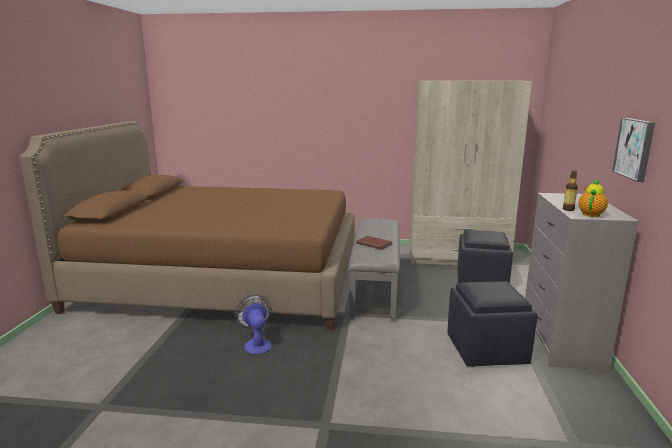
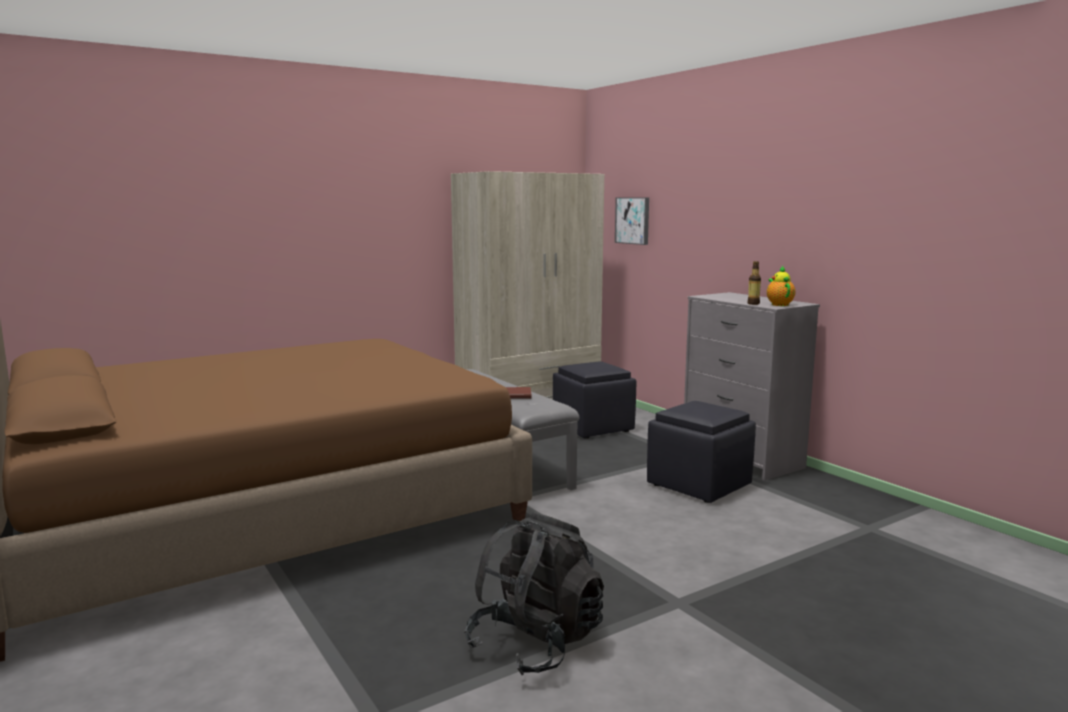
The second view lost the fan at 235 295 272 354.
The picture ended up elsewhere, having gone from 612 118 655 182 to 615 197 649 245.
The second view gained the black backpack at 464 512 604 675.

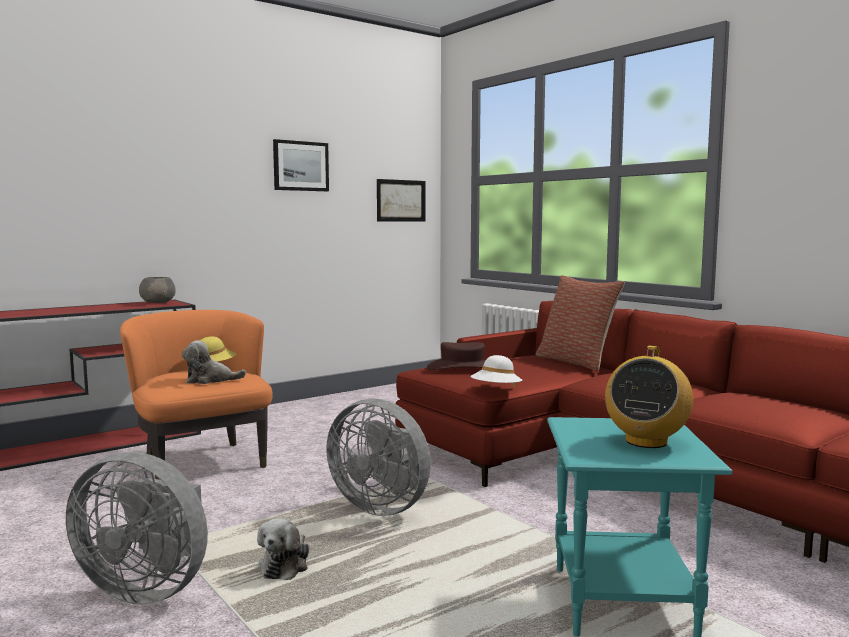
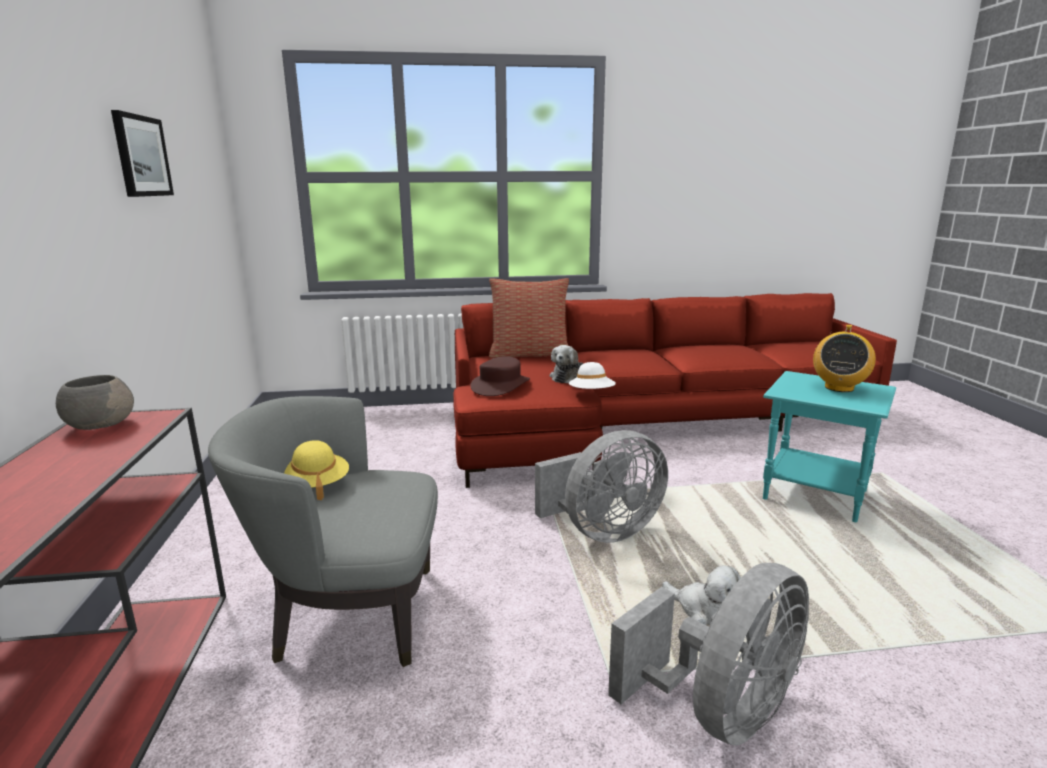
What was the orange armchair at 120 310 273 480 turned into the grey armchair at 208 396 438 667.
The plush toy ended up elsewhere, having gone from 182 340 246 384 to 550 345 583 383.
The second view lost the picture at 377 179 426 221.
The radio at 605 346 693 448 ended up facing another way, 60 degrees clockwise from before.

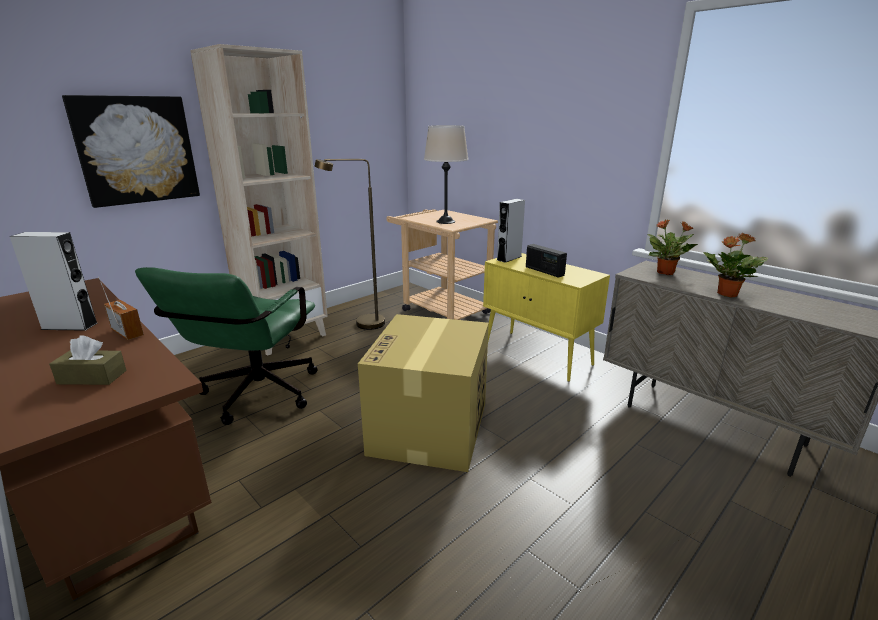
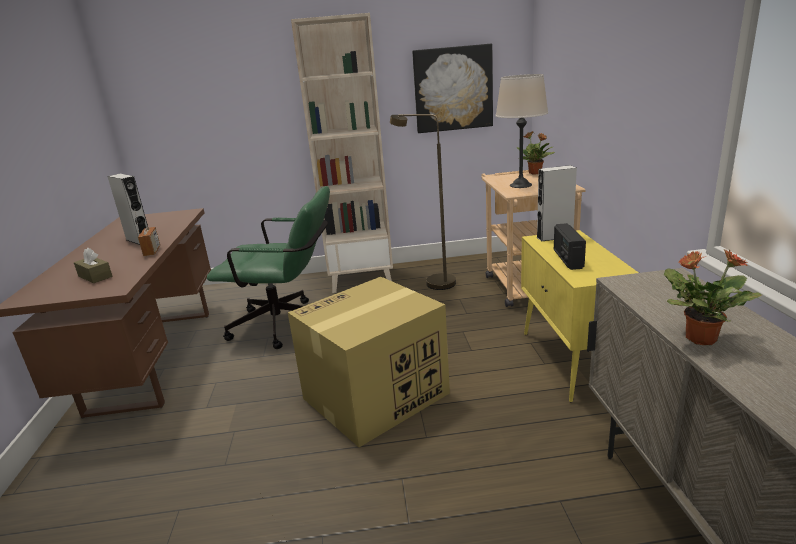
The picture ended up elsewhere, having gone from 62 95 200 208 to 412 44 493 133.
The green office chair at 135 267 318 425 ended up facing another way, 135 degrees counterclockwise from before.
The potted plant ended up elsewhere, having gone from 647 220 698 275 to 516 131 555 175.

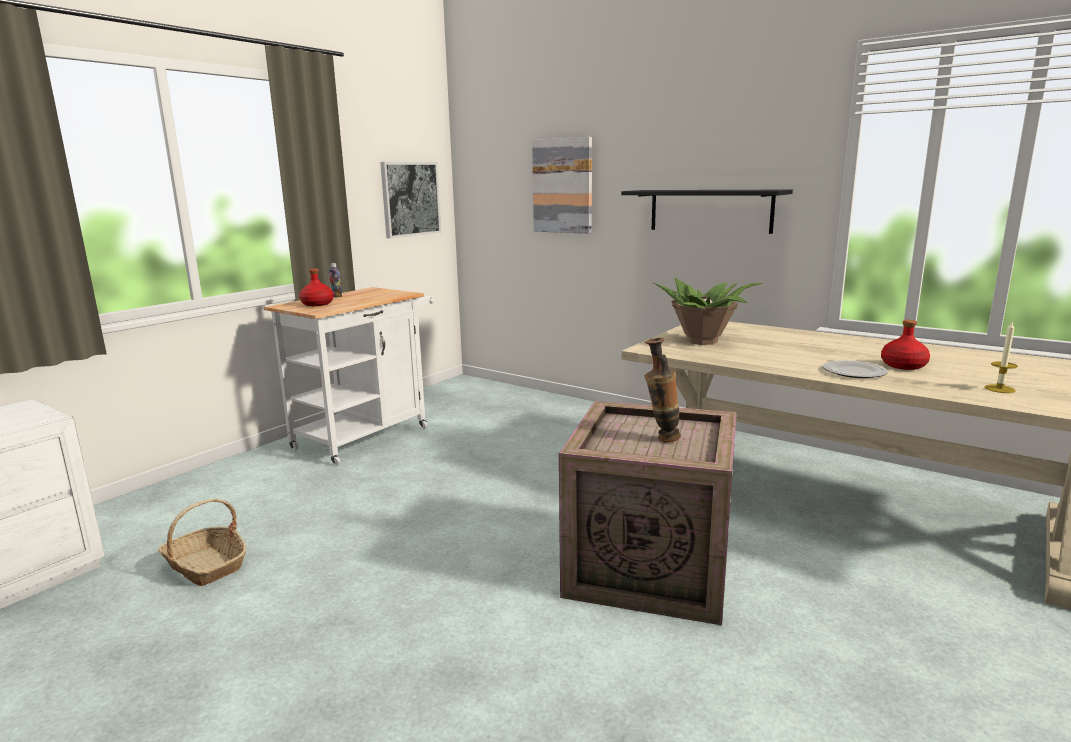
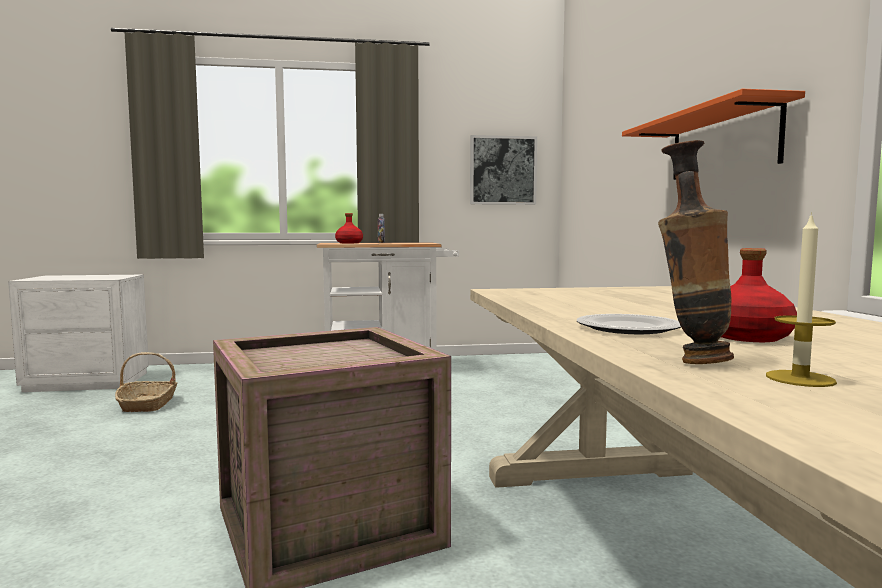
The second view lost the picture at 532 137 592 234.
What was the black shelf at 621 189 793 234 turned into the orange shelf at 622 89 805 180.
The vase ended up elsewhere, having gone from 644 338 681 442 to 658 140 734 364.
The second view lost the potted plant at 652 278 763 345.

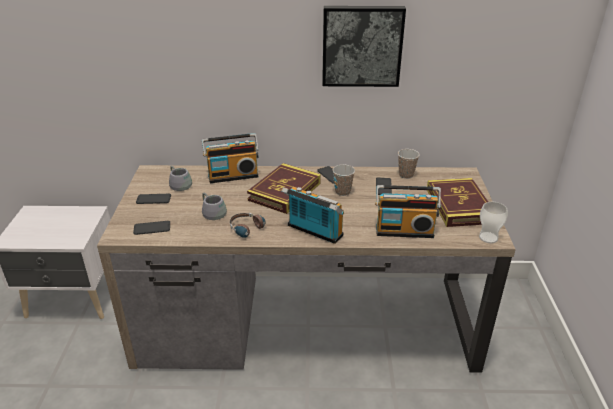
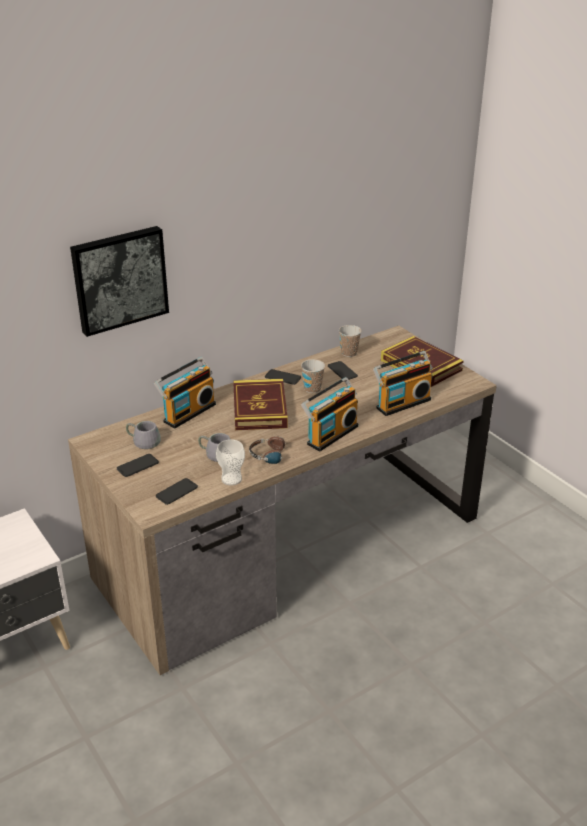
The radio at 281 187 344 244 ended up facing another way, 135 degrees clockwise from before.
The picture ended up elsewhere, having gone from 322 6 406 87 to 70 226 169 337.
The cup ended up elsewhere, having gone from 479 202 508 243 to 216 439 245 486.

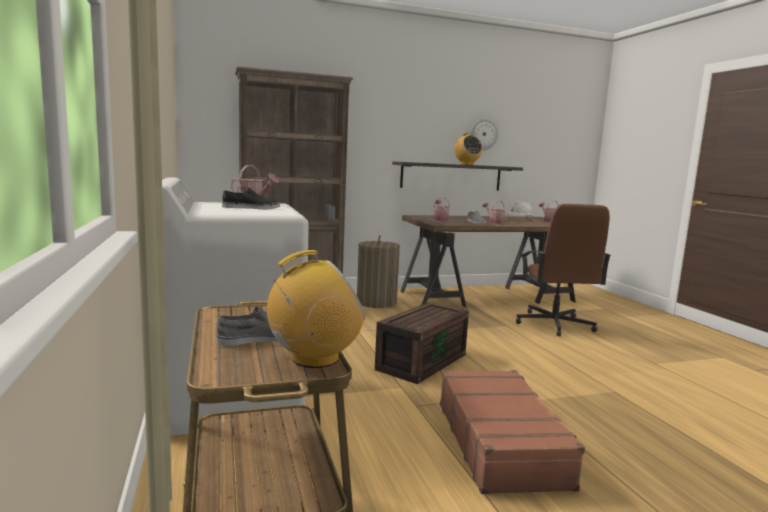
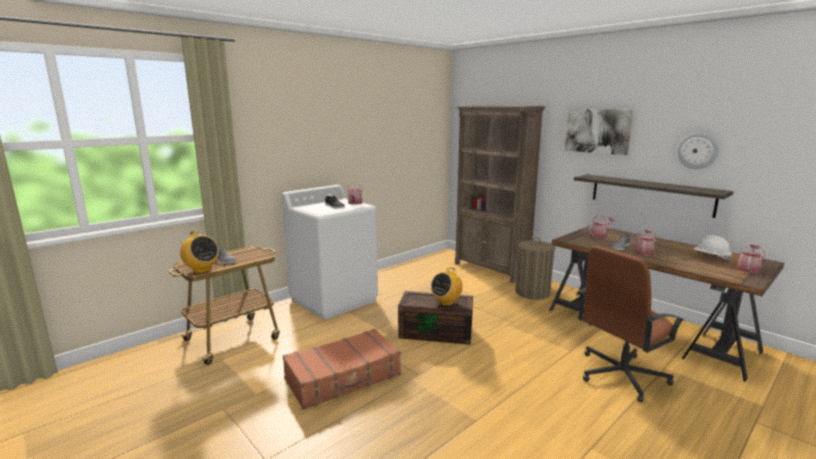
The radio ended up elsewhere, having gone from 454 132 482 165 to 431 267 463 306.
The second view gained the picture at 565 109 633 155.

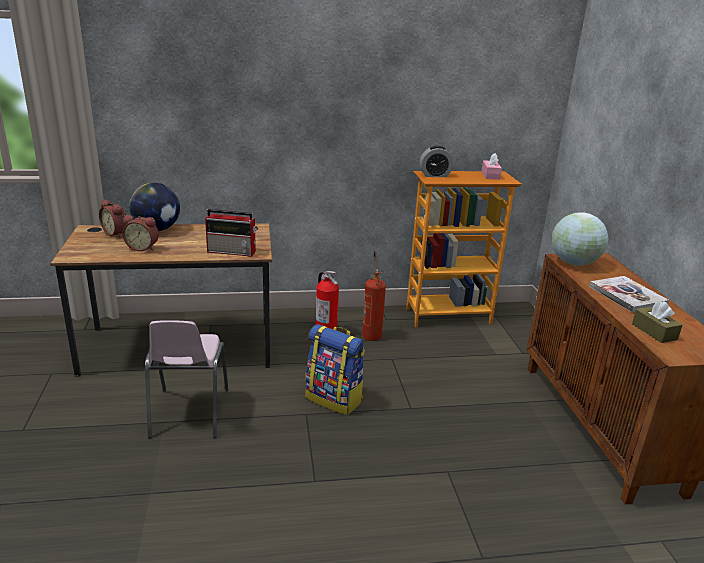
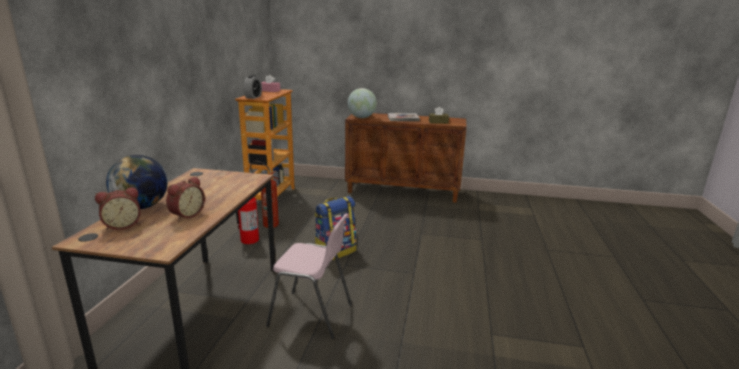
The second view lost the radio at 205 209 257 257.

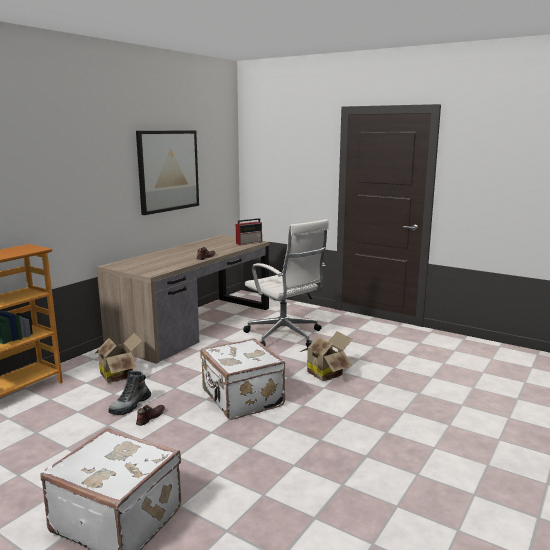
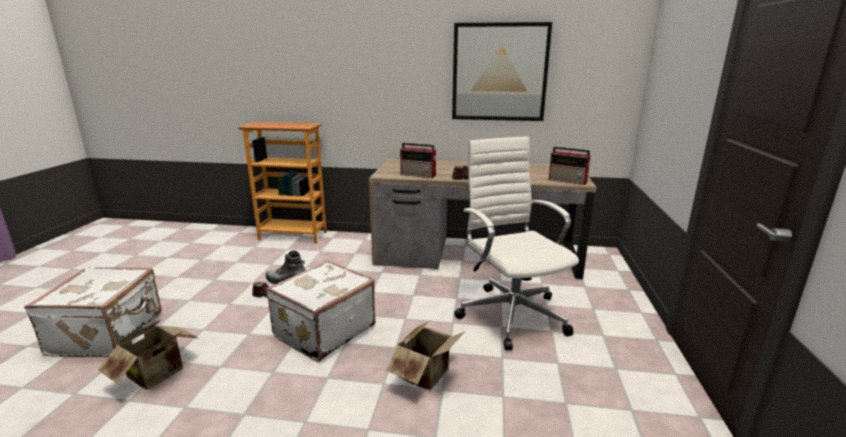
The cardboard box ended up elsewhere, having gone from 96 333 142 383 to 98 320 200 390.
The white office chair at 243 219 329 347 ended up facing another way, 135 degrees clockwise from before.
The second view gained the radio at 400 143 437 178.

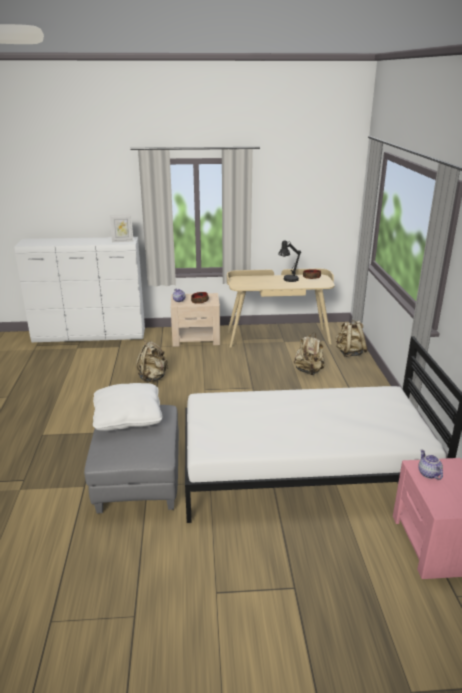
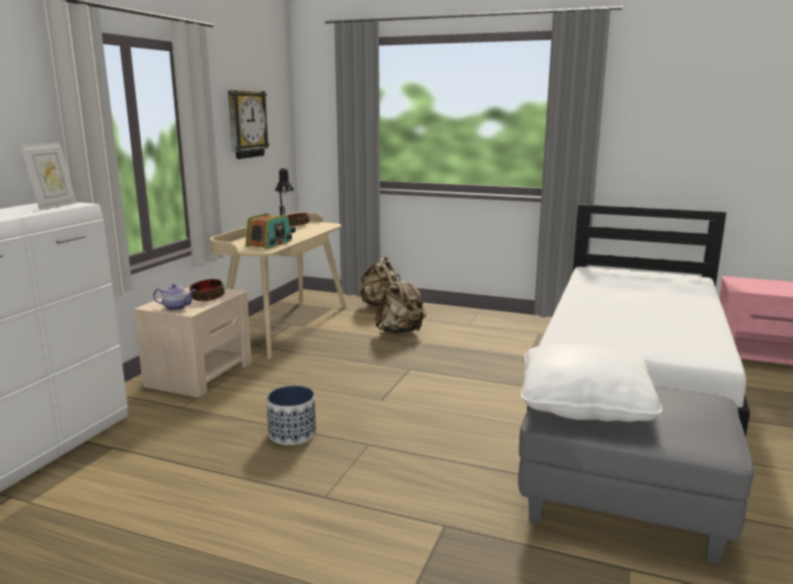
Where the beige backpack stood at 136 340 168 382, the planter came to stand at 266 386 316 445.
The second view lost the teapot at 418 449 443 480.
The second view gained the wall clock at 228 90 270 159.
The second view gained the radio at 245 213 292 249.

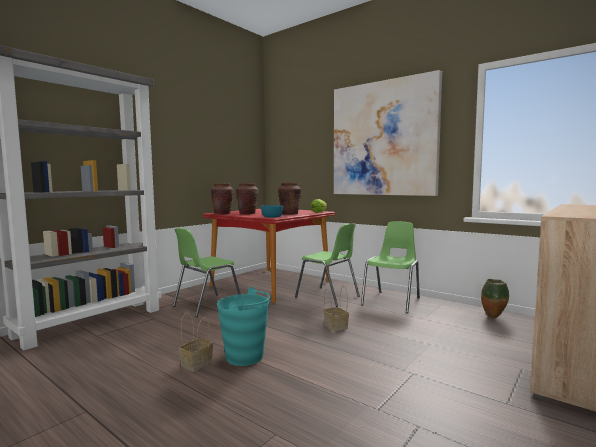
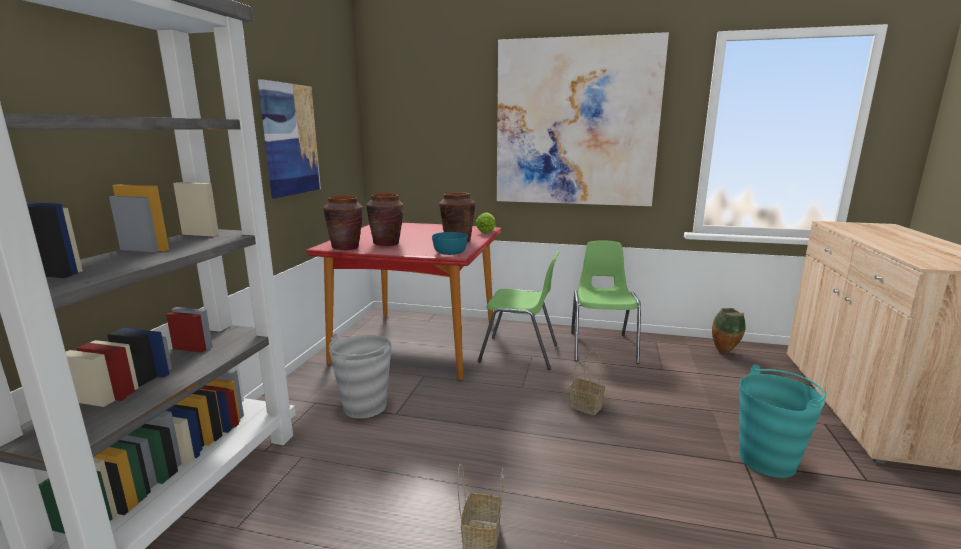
Where the green chair stood at 173 228 241 317, the grey bucket came to stand at 329 334 391 418.
The turquoise bucket ended up elsewhere, having gone from 217 287 270 366 to 739 364 826 478.
The second view gained the picture at 258 79 321 198.

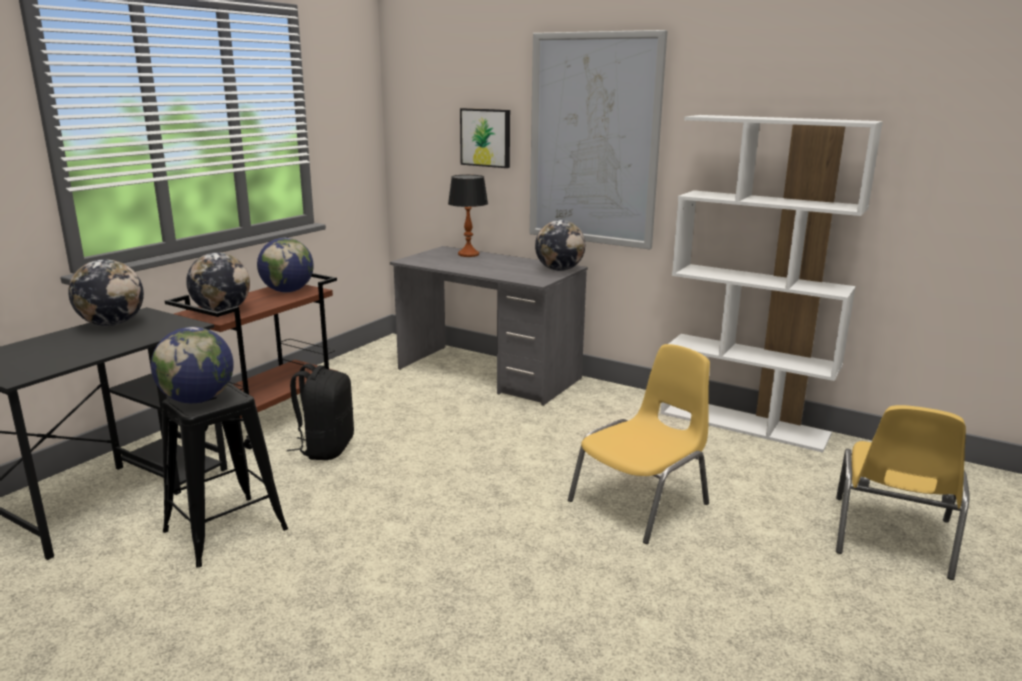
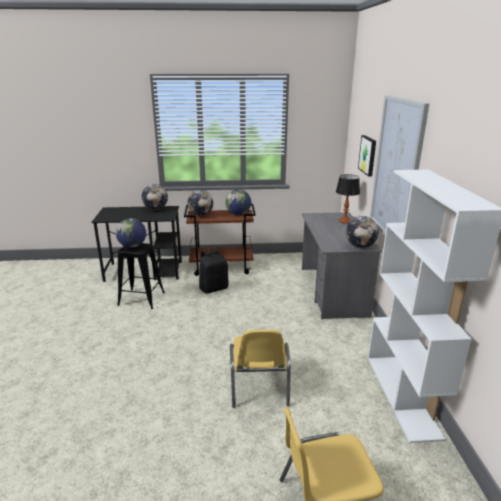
The yellow chair at 568 344 710 544 ended up facing another way, 75 degrees clockwise from before.

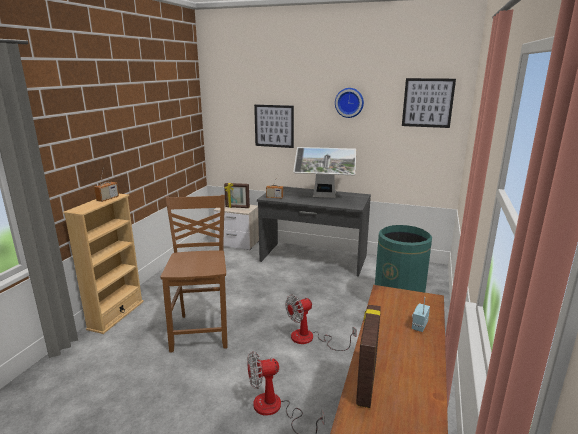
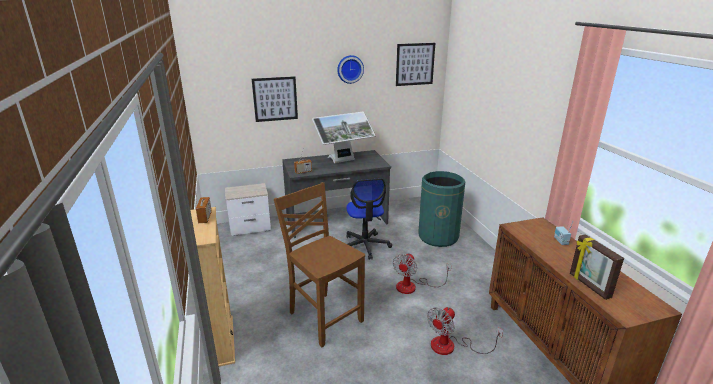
The second view lost the picture frame at 224 183 250 208.
The second view gained the office chair at 346 178 392 260.

